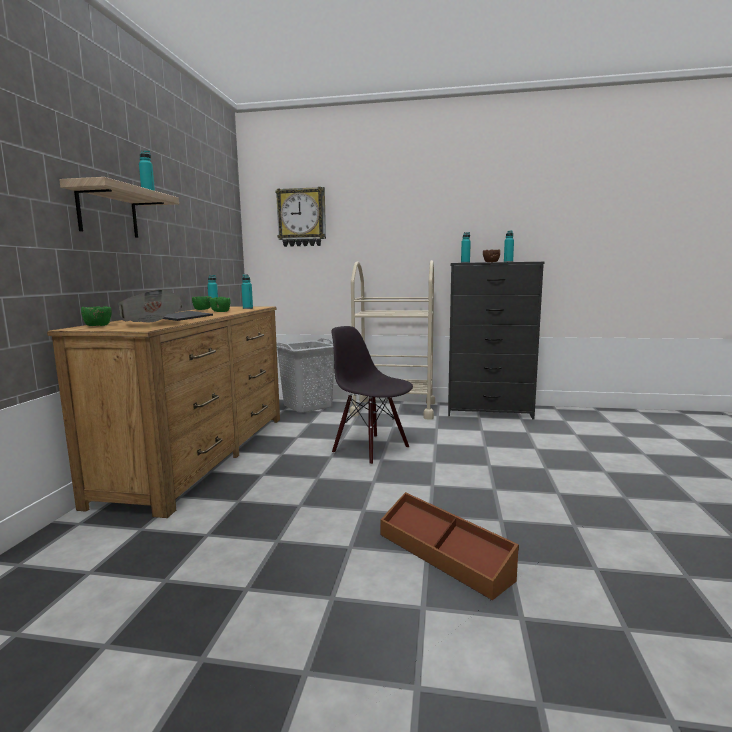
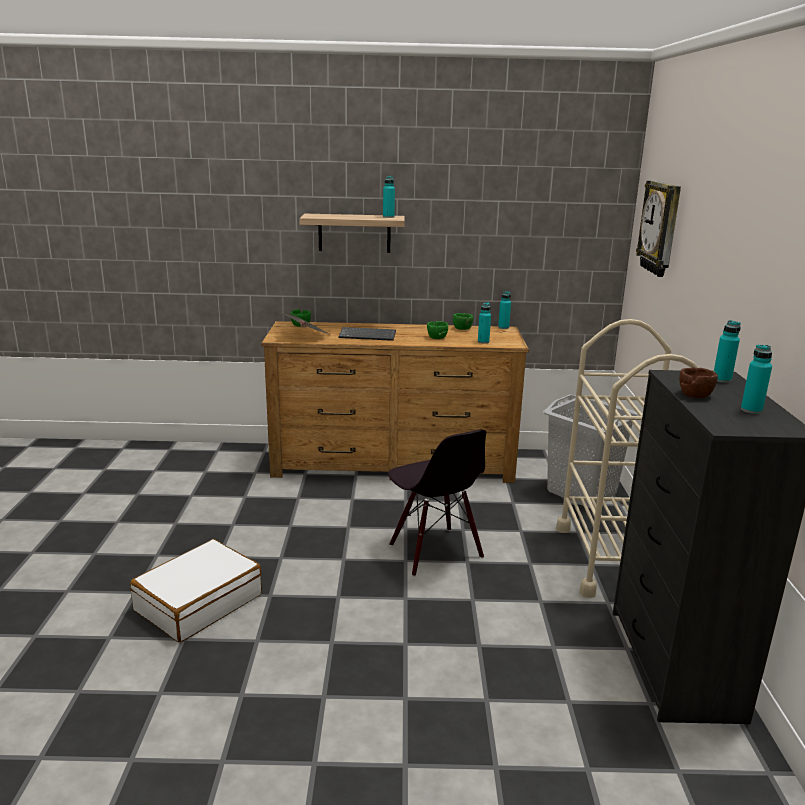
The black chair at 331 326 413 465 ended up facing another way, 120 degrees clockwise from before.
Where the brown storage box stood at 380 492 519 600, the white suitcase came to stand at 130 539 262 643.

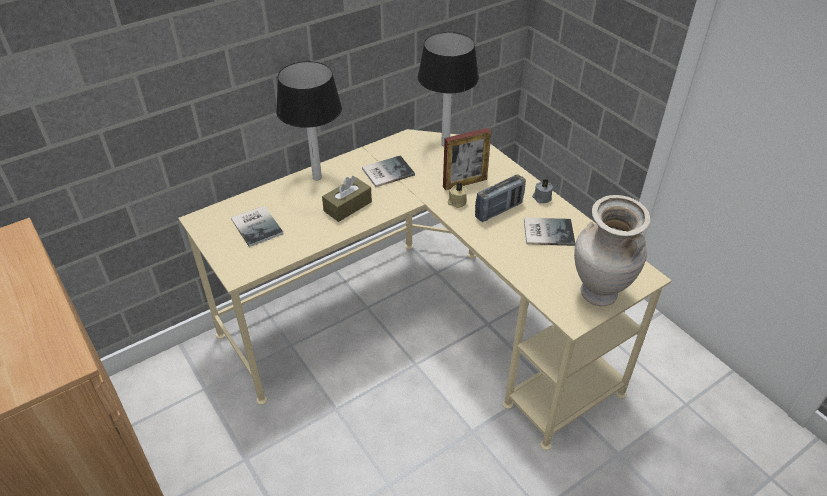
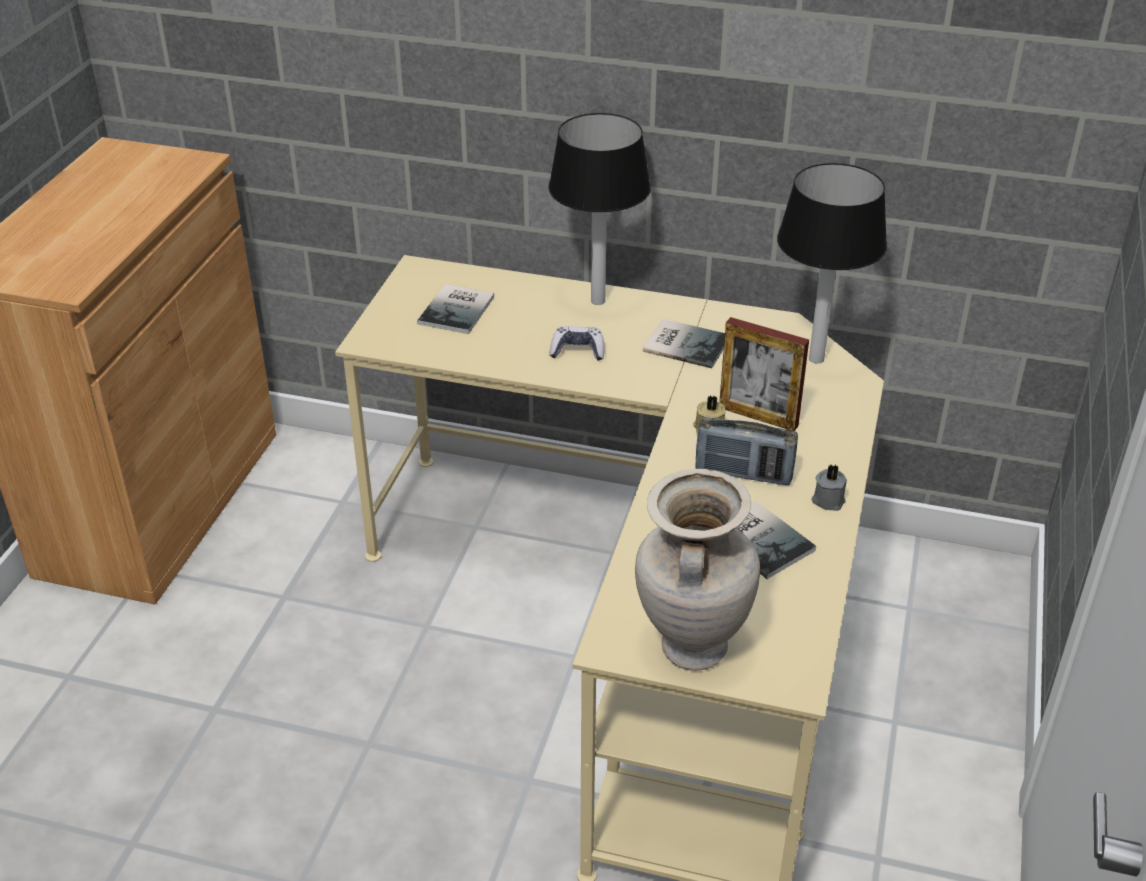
Where the brown tissue box stood at 322 176 372 222, the game controller came to stand at 550 326 605 361.

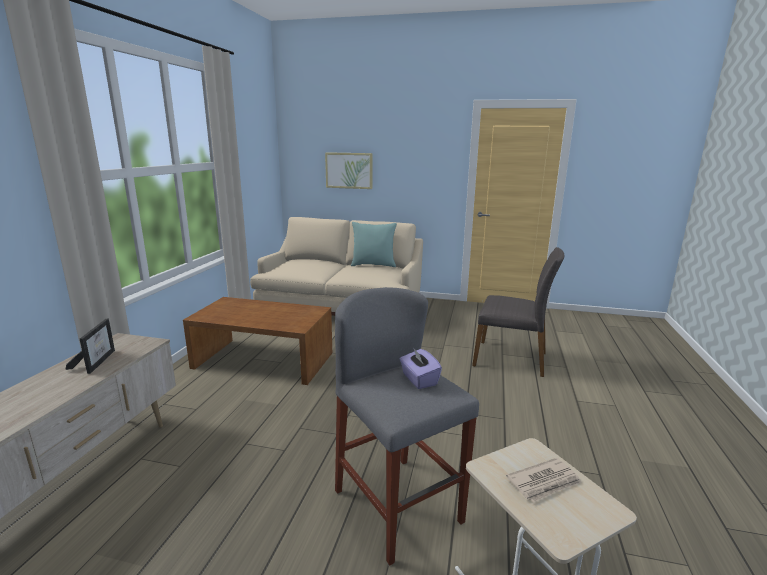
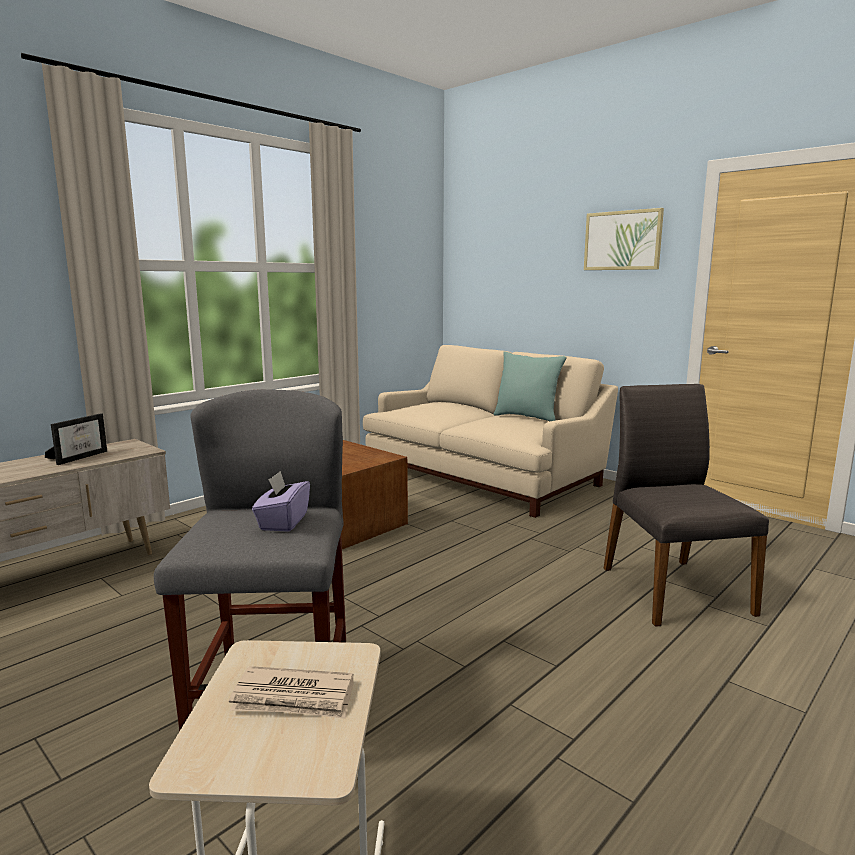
The picture ended up elsewhere, having gone from 325 152 372 189 to 584 208 664 270.
The grey chair at 472 247 565 377 ended up facing another way, 150 degrees counterclockwise from before.

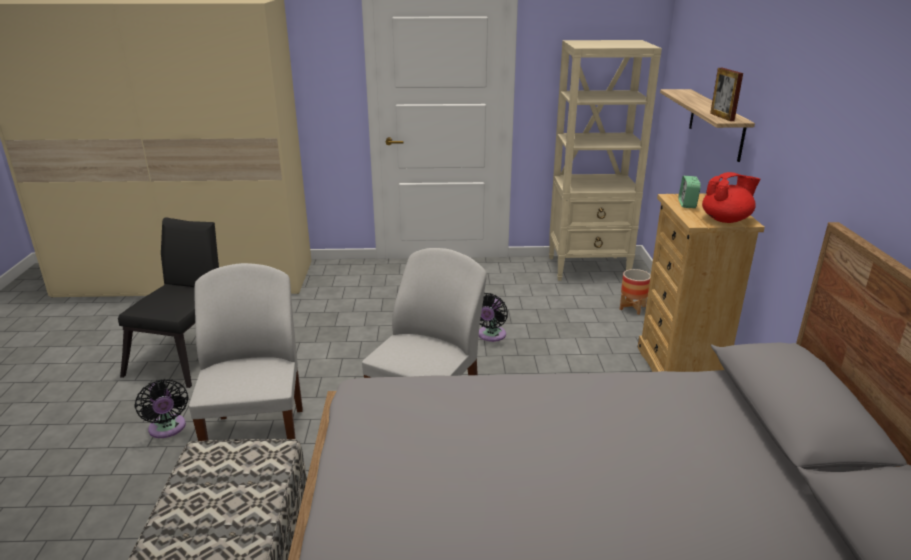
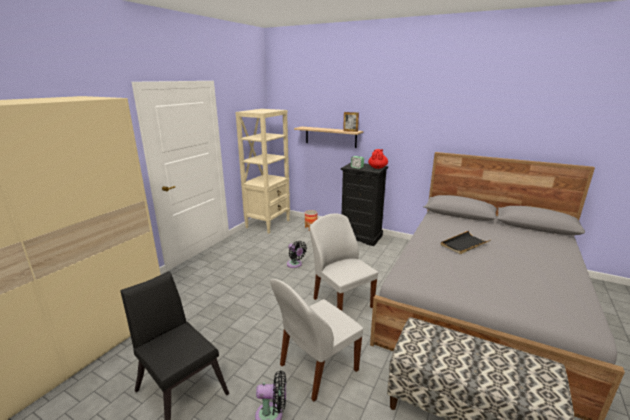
The white chair at 189 263 303 441 ended up facing another way, 60 degrees counterclockwise from before.
What was the beige dresser at 638 193 765 372 turned into the black dresser at 341 163 388 246.
The second view gained the black tray at 441 231 491 254.

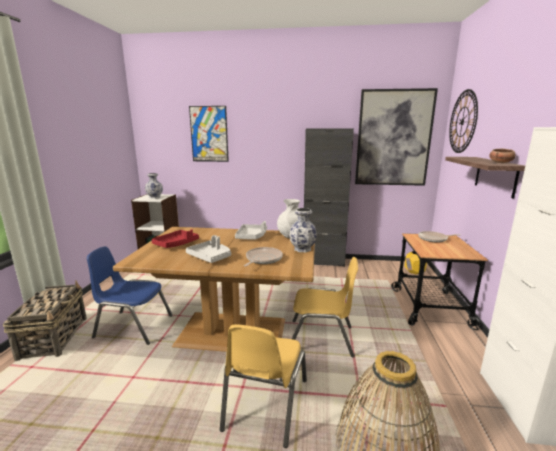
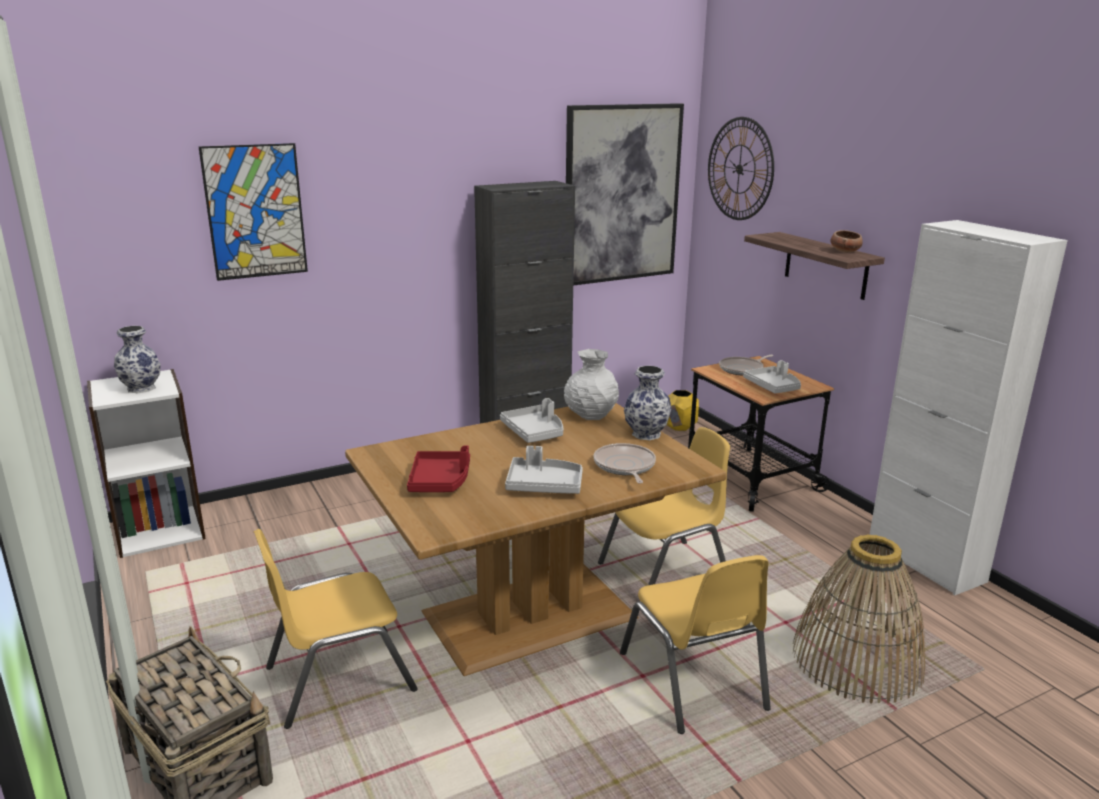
What was the blue chair at 86 247 173 345 turned into the yellow chair at 254 529 418 729.
The second view gained the grey tray at 743 360 801 394.

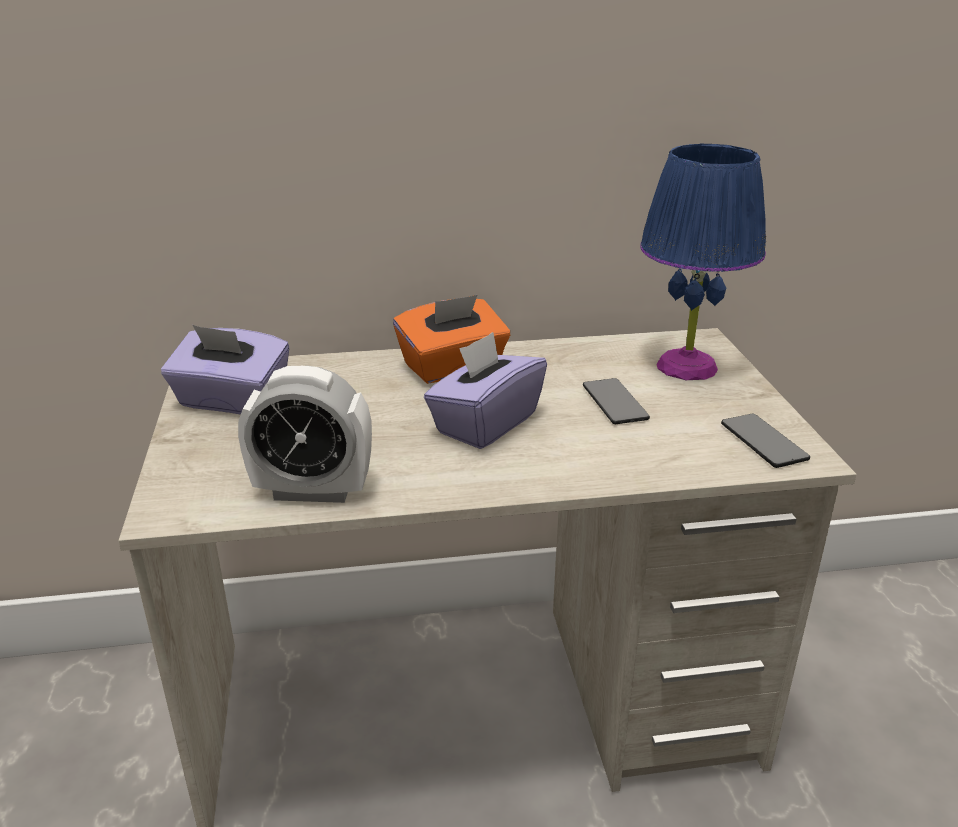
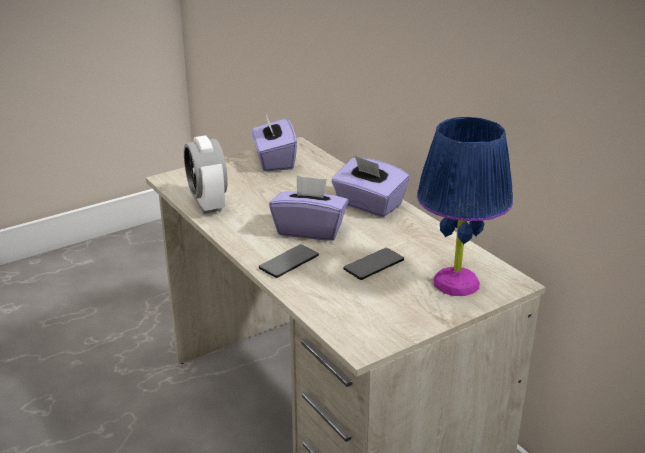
What was the orange tissue box at 393 295 510 384 turned into the purple tissue box at 331 156 410 217.
The phone ended up elsewhere, having gone from 721 414 810 468 to 259 245 319 278.

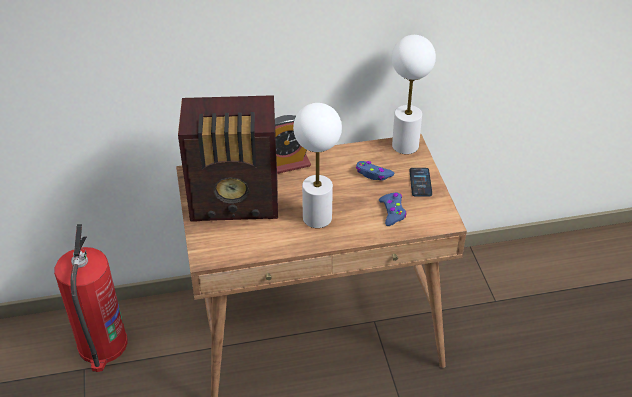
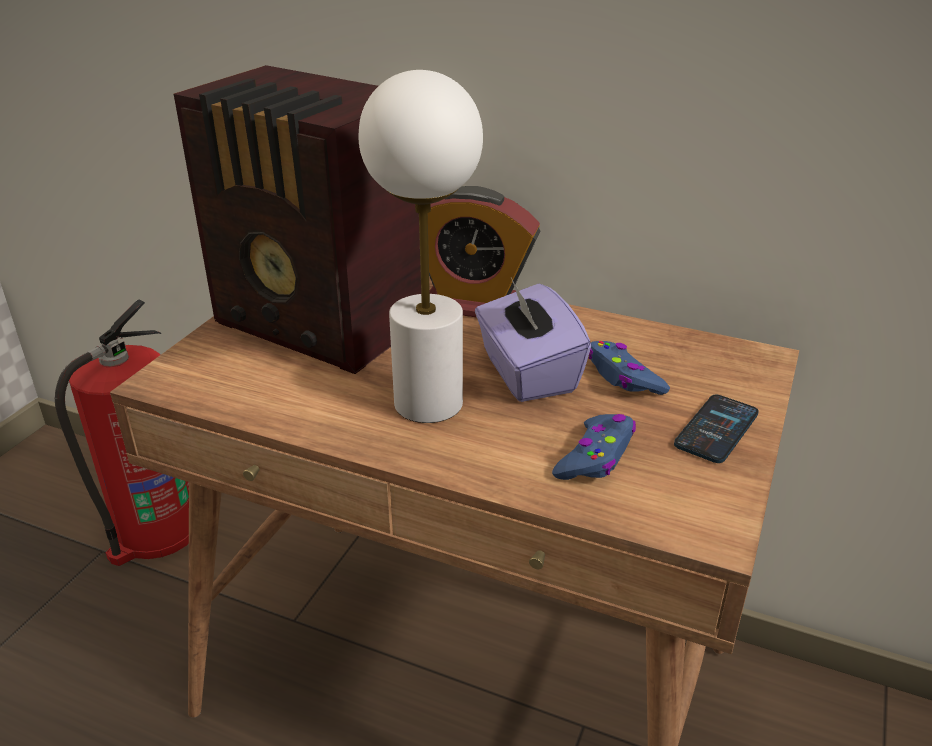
The second view lost the white table lamp at 392 35 436 154.
The second view gained the purple tissue box at 475 278 591 402.

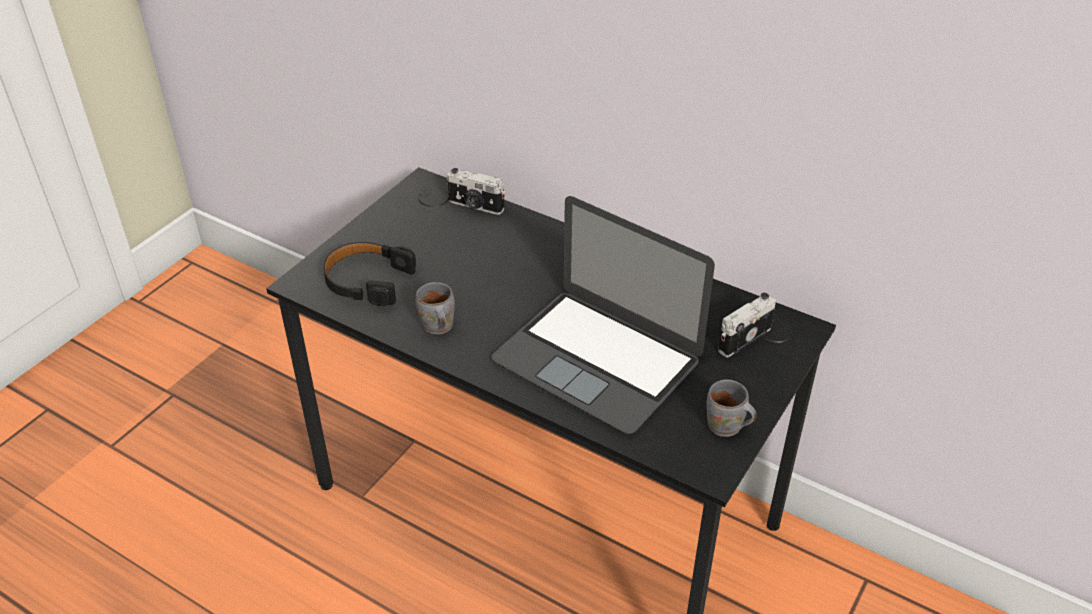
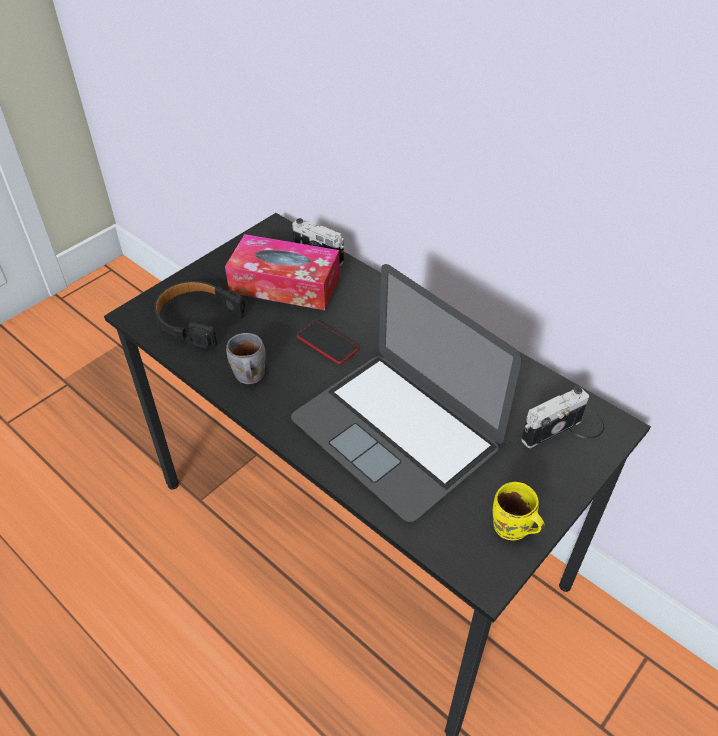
What was the grey mug at 707 379 757 437 turned into the yellow mug at 493 482 545 541.
The second view gained the tissue box at 225 234 340 310.
The second view gained the phone at 297 321 359 364.

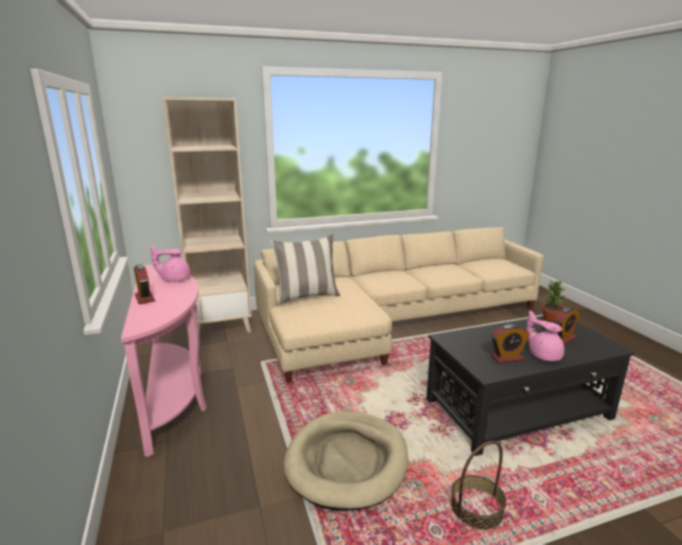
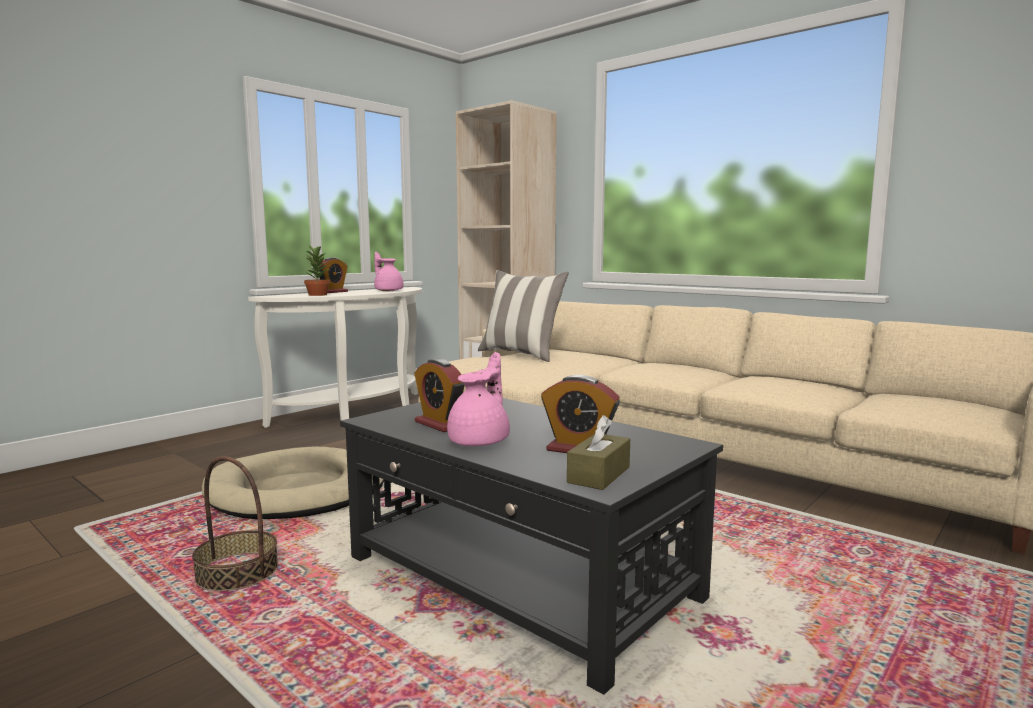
What was the pink console table at 121 265 207 457 turned into the white console table at 248 287 422 428.
The potted plant ended up elsewhere, having gone from 541 280 566 322 to 304 245 330 296.
The second view gained the brown tissue box at 567 415 630 490.

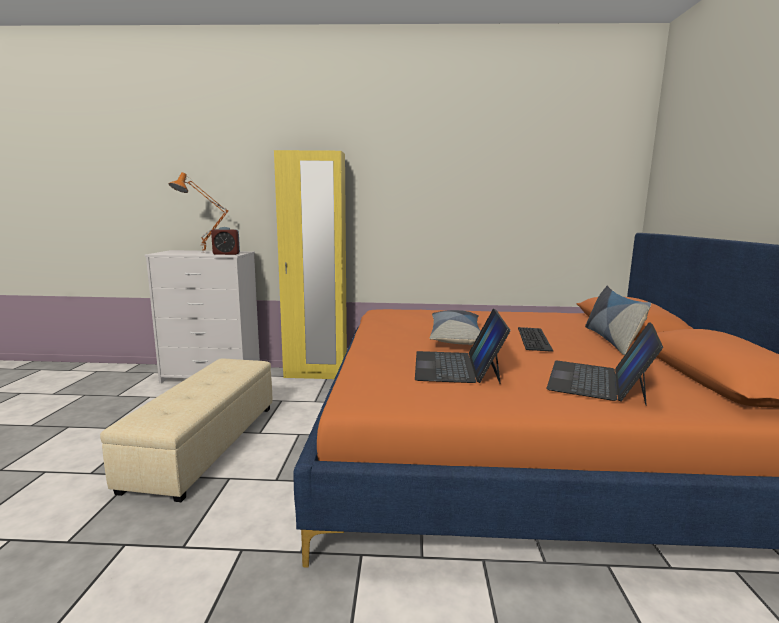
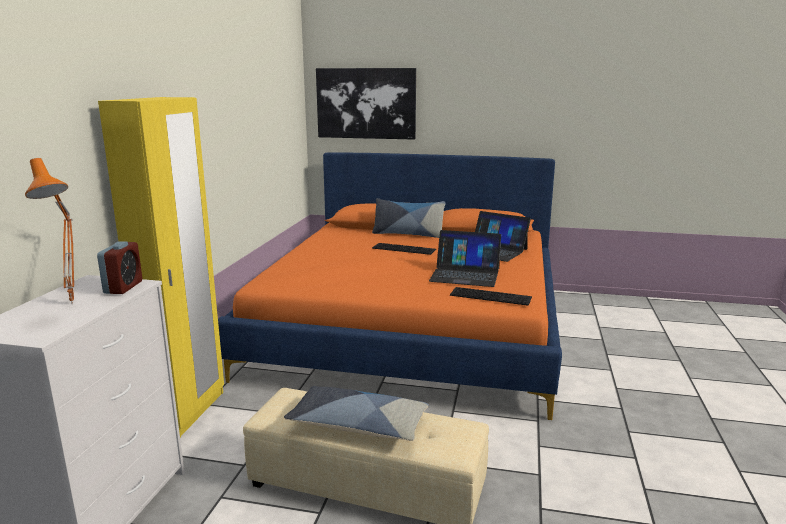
The pillow ended up elsewhere, having gone from 429 310 481 345 to 284 386 429 441.
The second view gained the picture at 316 68 416 140.
The second view gained the keyboard at 450 287 532 306.

